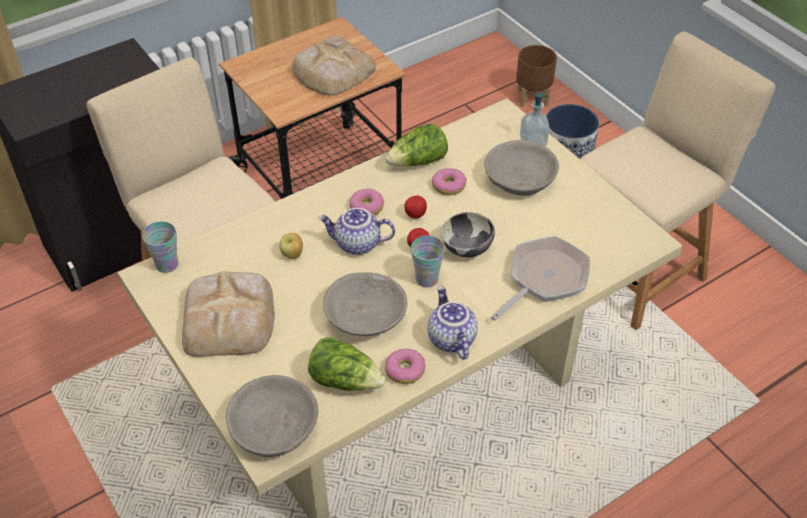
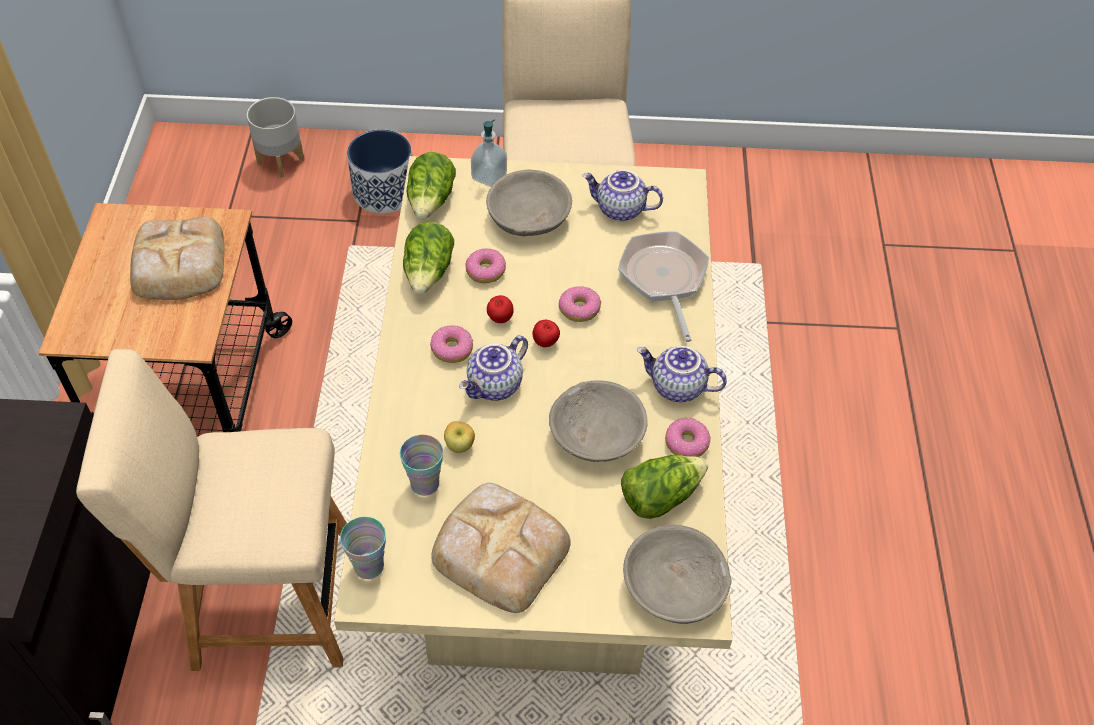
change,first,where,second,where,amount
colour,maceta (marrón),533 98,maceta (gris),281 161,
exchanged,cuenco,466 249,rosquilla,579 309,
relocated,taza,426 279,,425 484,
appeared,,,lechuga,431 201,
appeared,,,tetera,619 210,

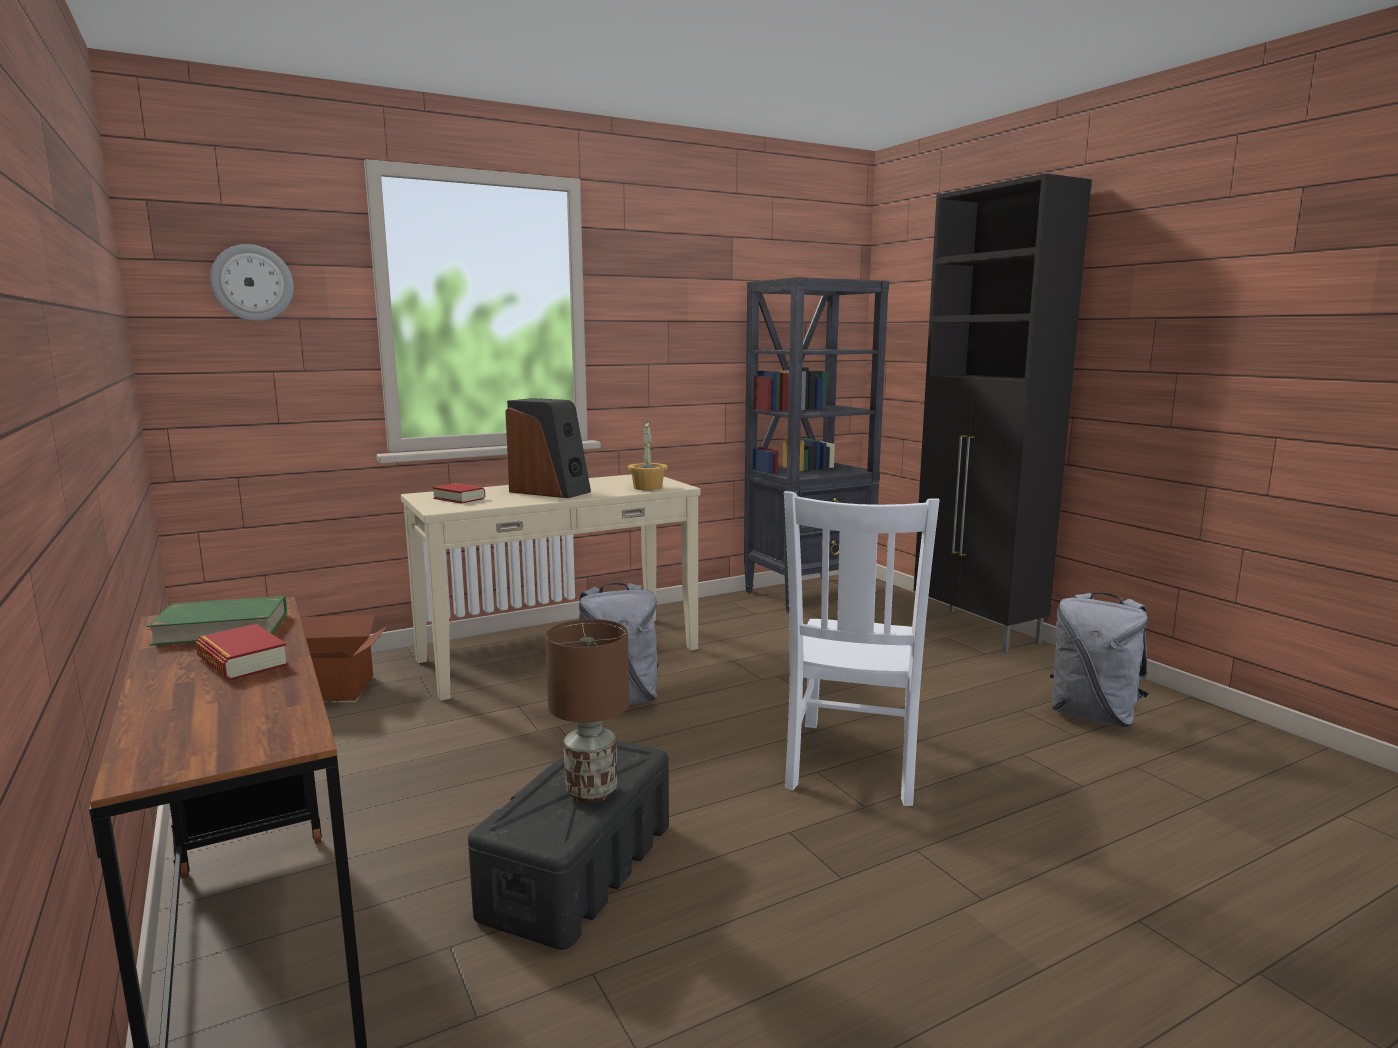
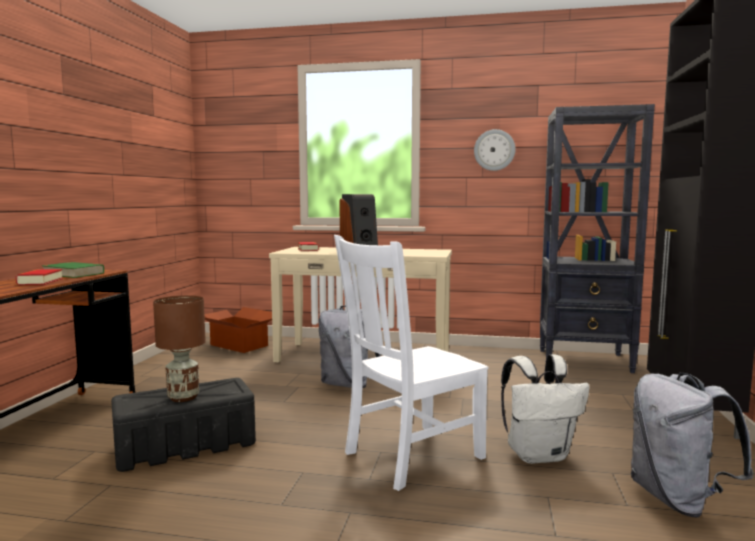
change,first,where,second,where,amount
relocated,reloj de pared,252 283,,494 150,
missing,planta en maceta,648 487,,,
appeared,,,mochila (blanco),539 455,

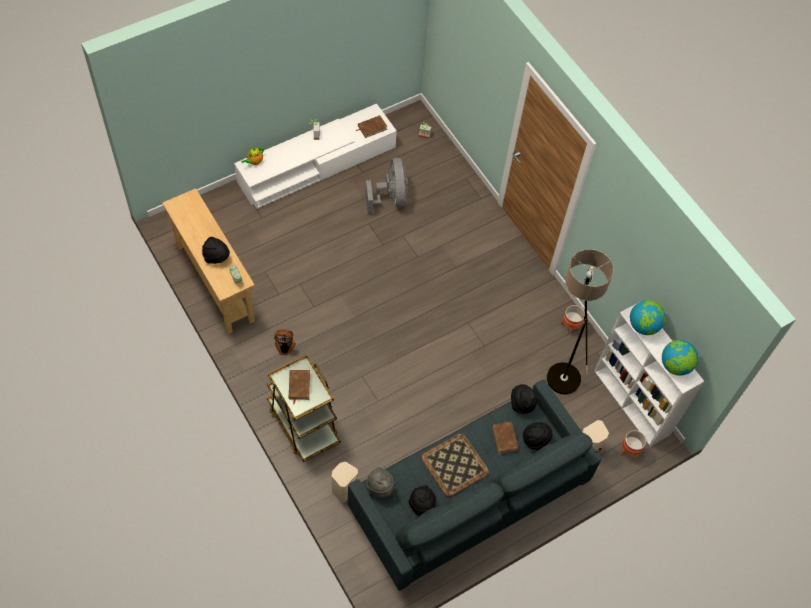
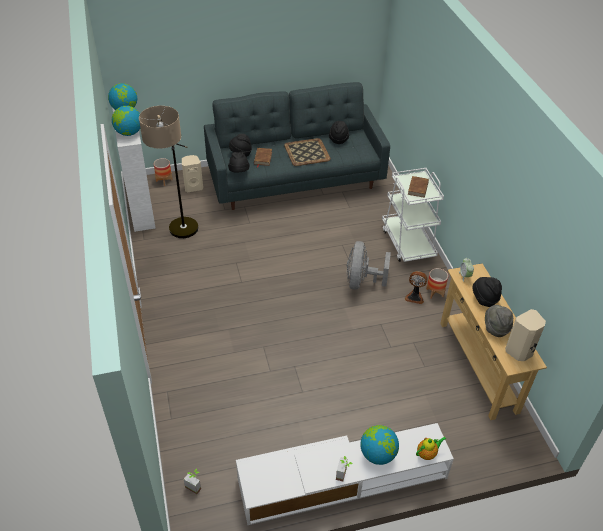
change,first,where,second,where,amount
missing,libro (marrón),372 127,,,
relocated,ventilador (gris),390 198,,361 281,
relocated,maceta,570 326,,434 292,
colour,carrito (marrón),303 424,carrito (blanco),408 242,
relocated,altavoz (beis),343 489,,520 352,
relocated,sombrero (gris),380 487,,496 328,
appeared,,,globo terráqueo,378 454,

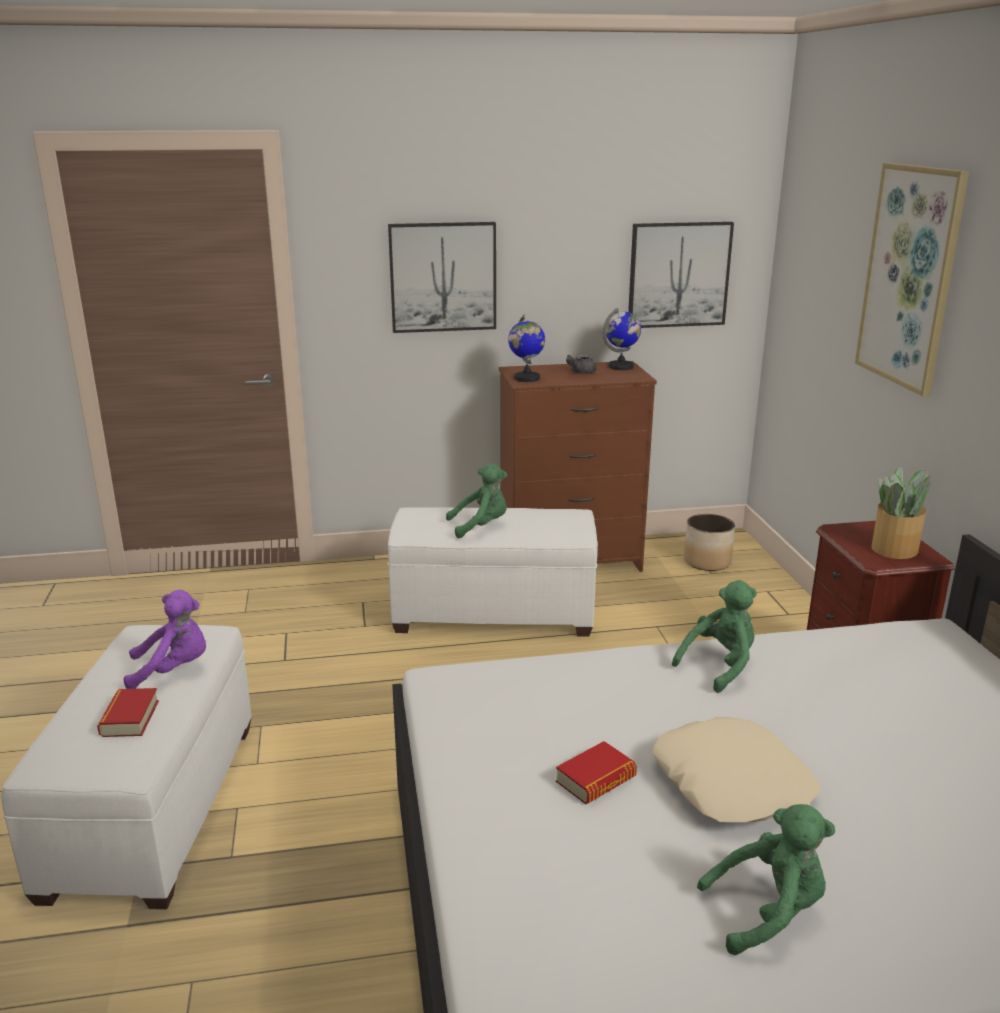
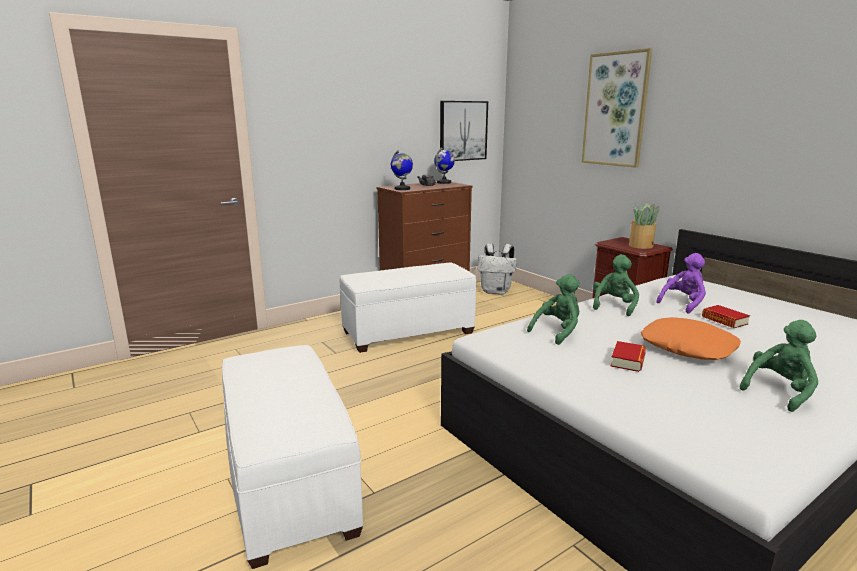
change,first,where,second,where,amount
missing,cuadro,443 277,,,
relocated,peluche (verde),481 526,,557 332,
exchanged,maceta,707 561,mochila (blanco),496 291,
relocated,peluche (morado),173 670,,683 304,
relocated,libro,129 718,,724 320,
colour,cojín (beis),732 782,cojín (naranja),688 347,

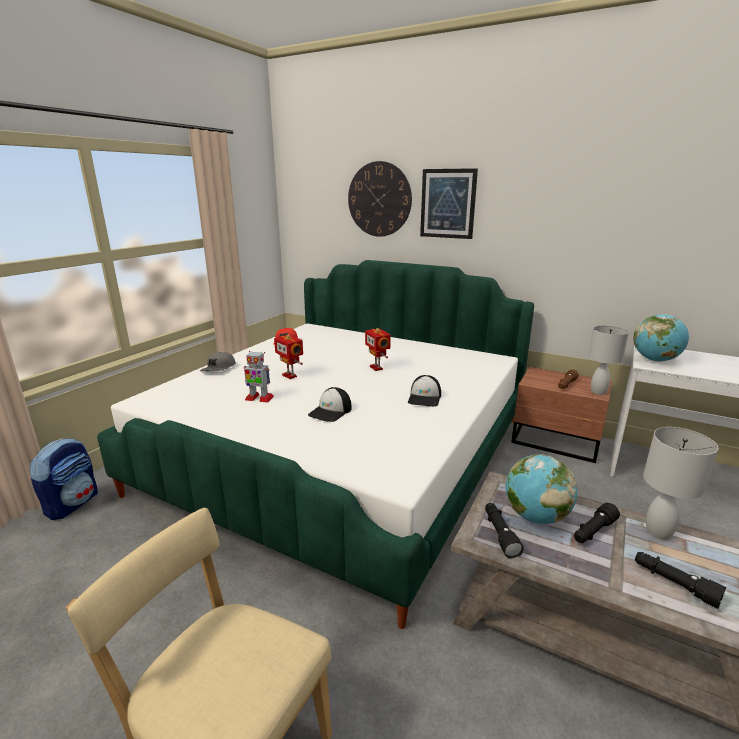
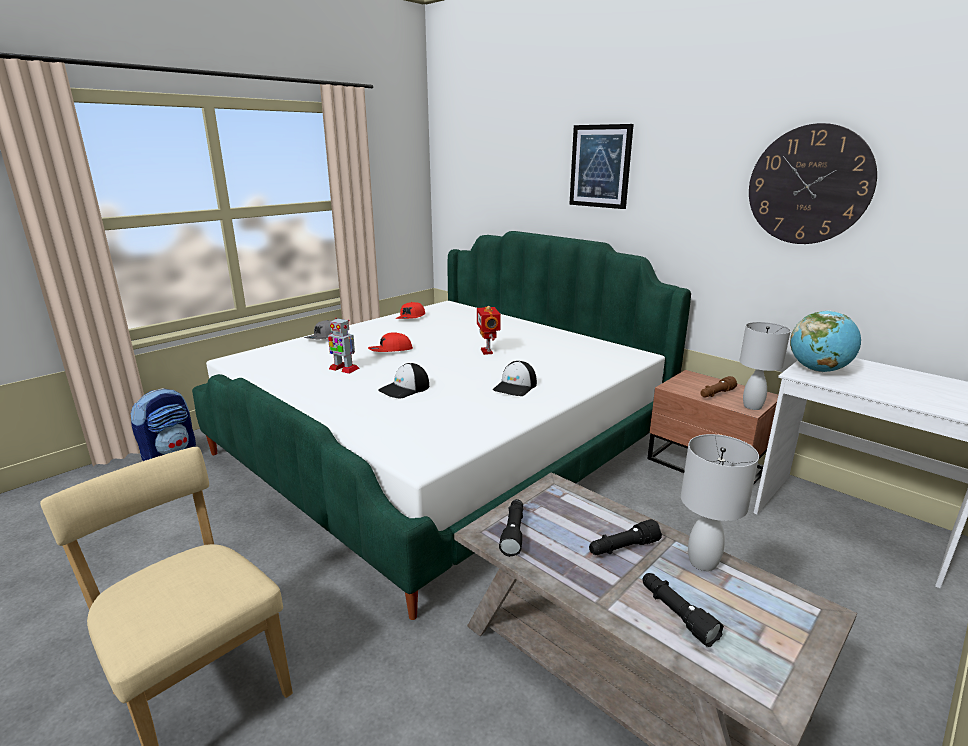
change,first,where,second,where,amount
relocated,reloj de pared,379 199,,809 185,
exchanged,robot de juguete,290 375,gorra (rojo),390 350,
missing,globo terráqueo,535 516,,,

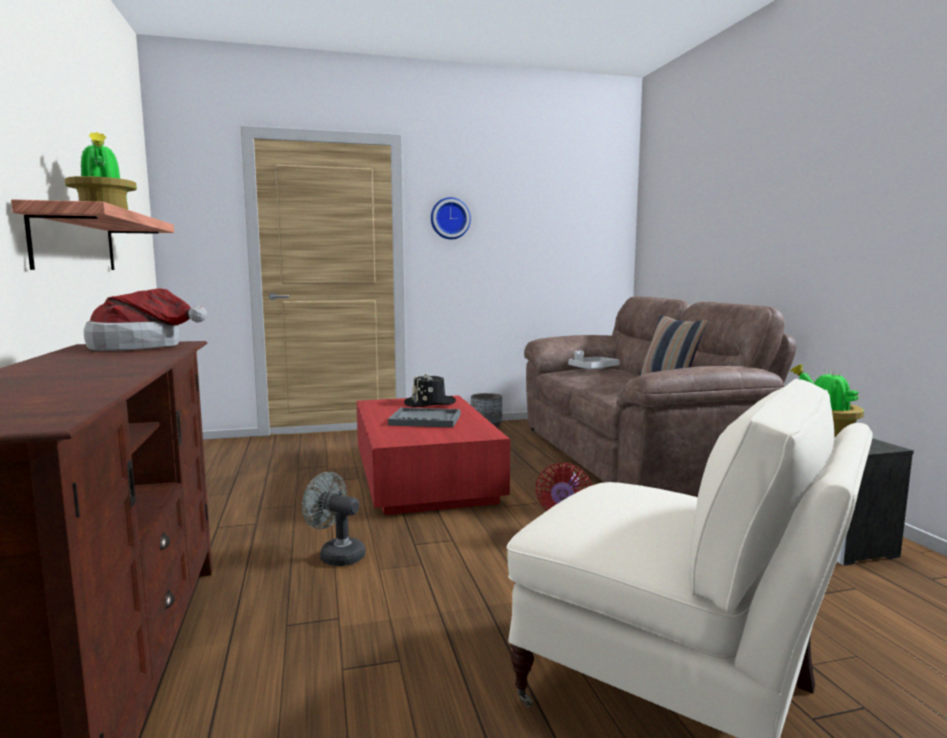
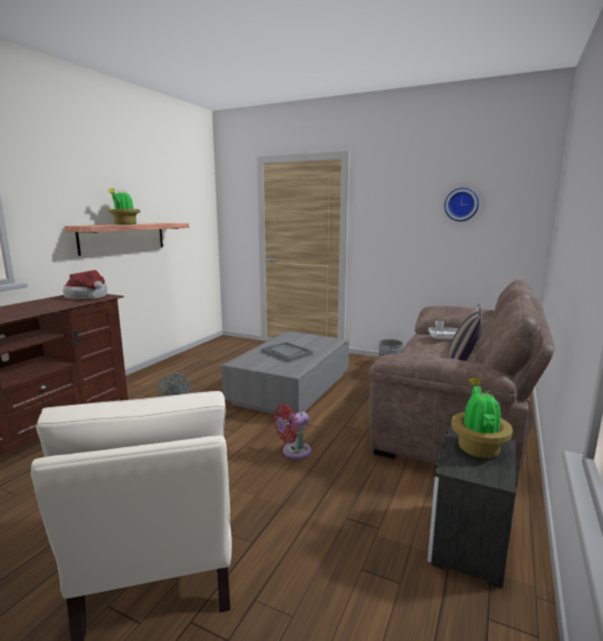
change,first,where,second,where,amount
relocated,reloj de pared,449 218,,461 204,
missing,sombrero (negro),430 403,,,
colour,mesa de centro (rojo),424 477,mesa de centro (gris),291 388,

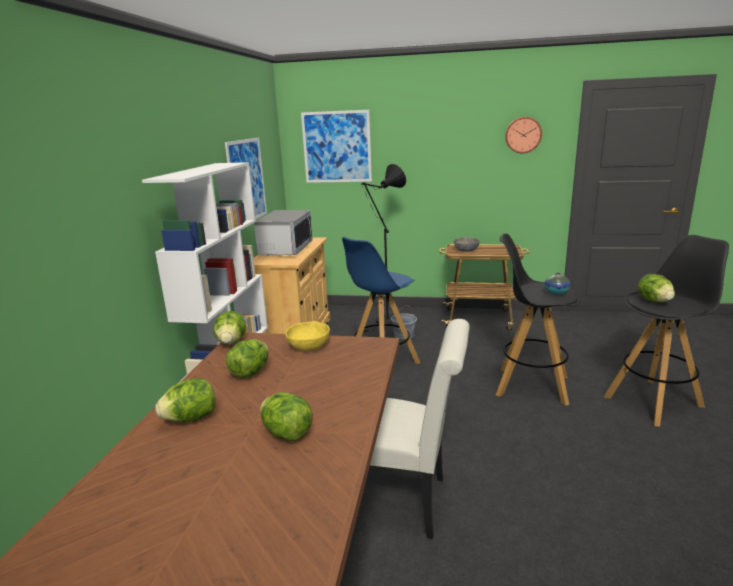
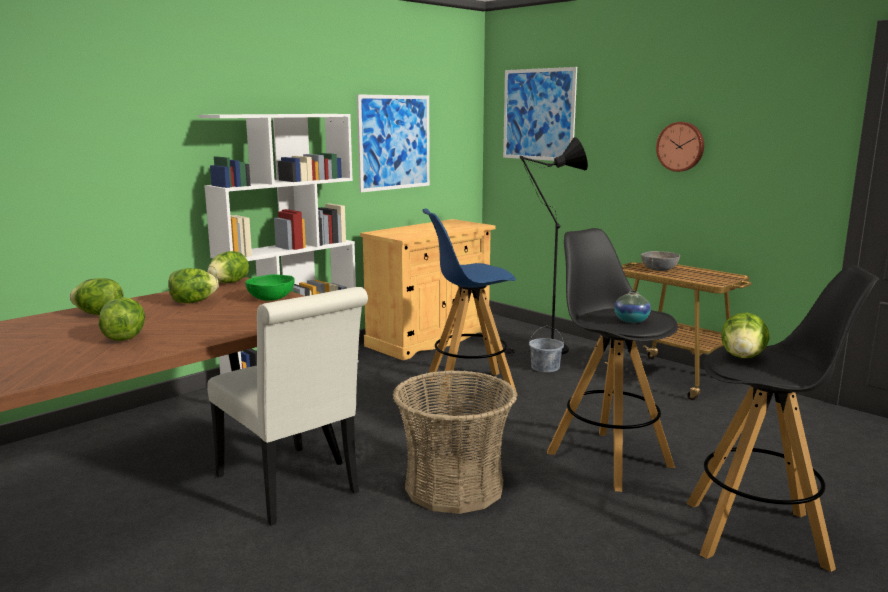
change,first,where,second,where,amount
relocated,reloj de pared,523 135,,681 146,
missing,microondas,286 249,,,
colour,cuenco (amarillo),309 346,cuenco (verde),271 298,
appeared,,,cesta,454 487,

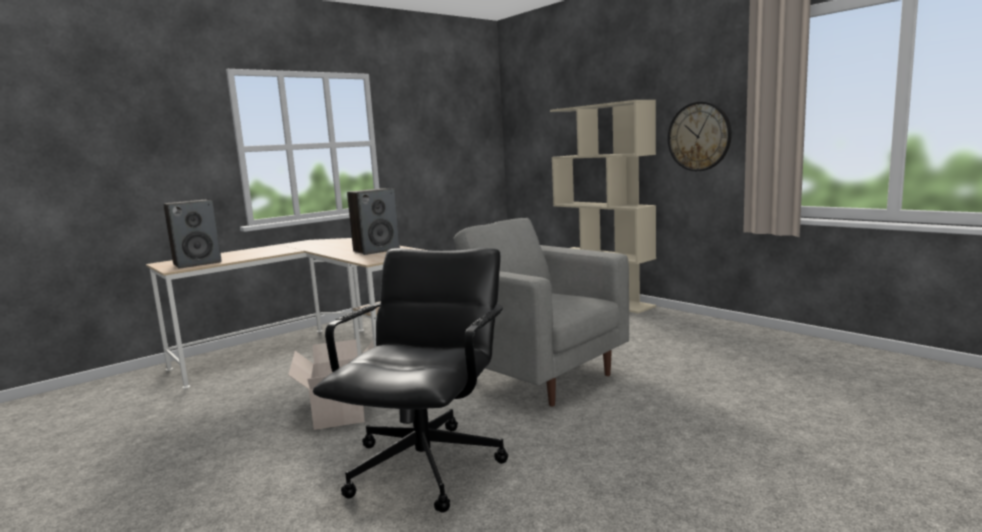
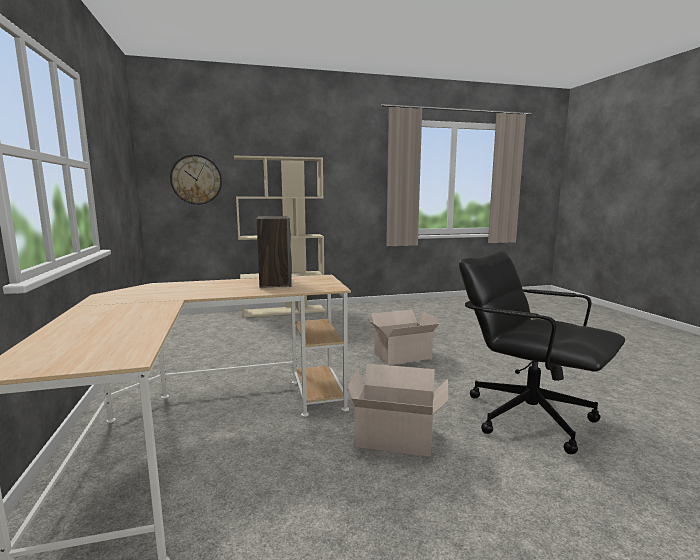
change,first,where,second,where,amount
relocated,reloj de pared,699 136,,196 180,
missing,altavoz,197 263,,,
exchanged,sillón (gris),538 376,caja de cartón,401 356,

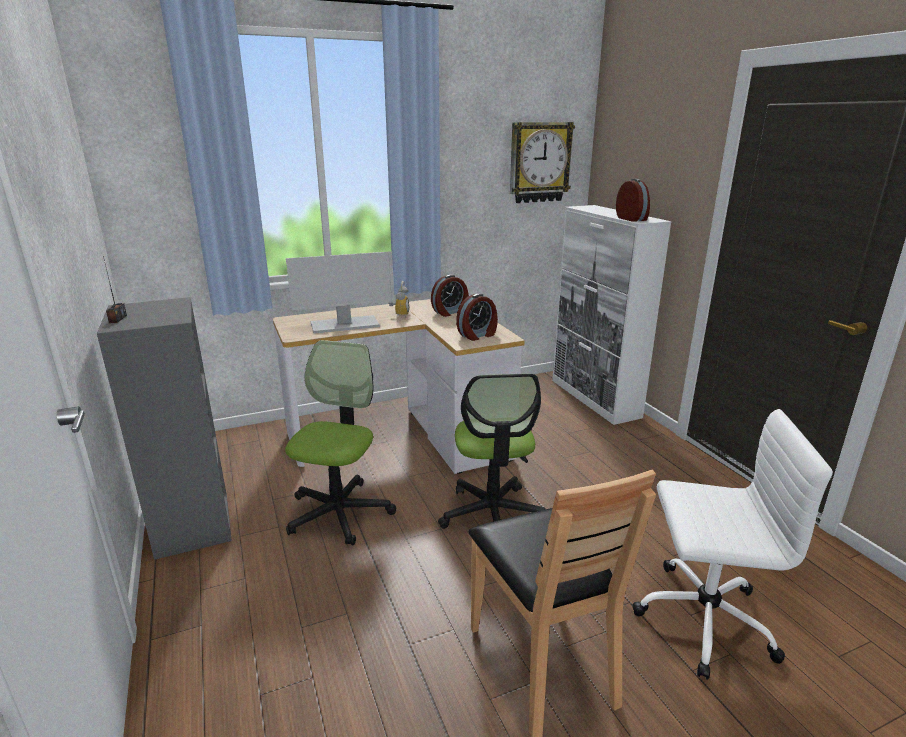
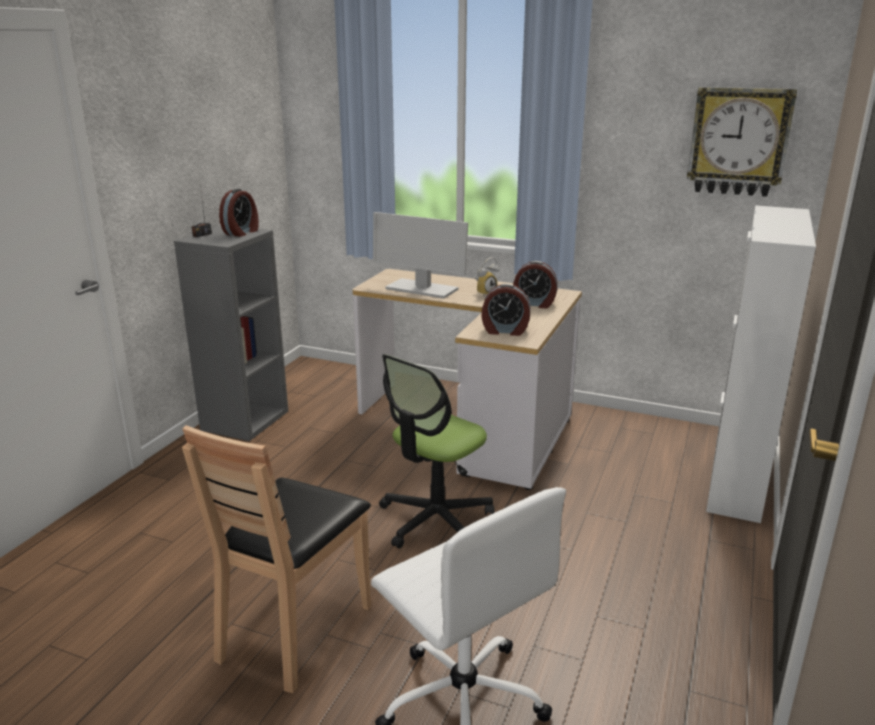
change,first,where,second,where,amount
relocated,despertador,632 219,,242 232,
missing,silla de oficina,339 513,,,

